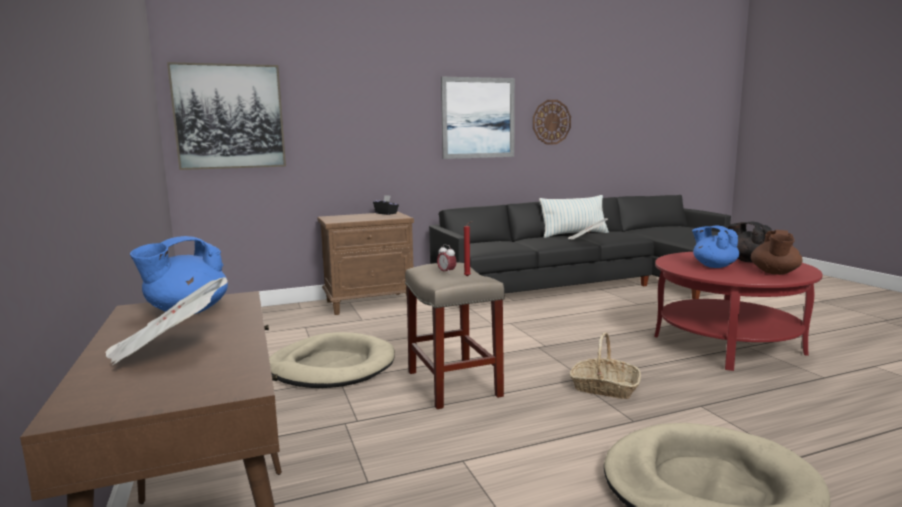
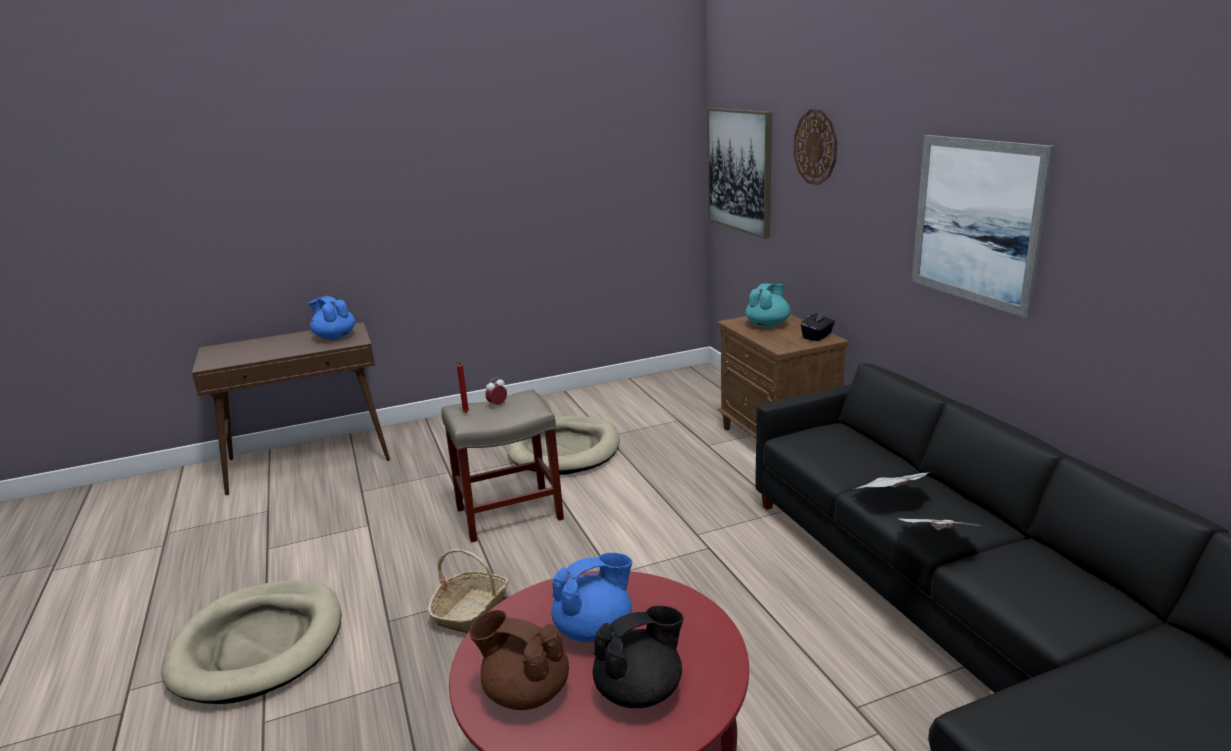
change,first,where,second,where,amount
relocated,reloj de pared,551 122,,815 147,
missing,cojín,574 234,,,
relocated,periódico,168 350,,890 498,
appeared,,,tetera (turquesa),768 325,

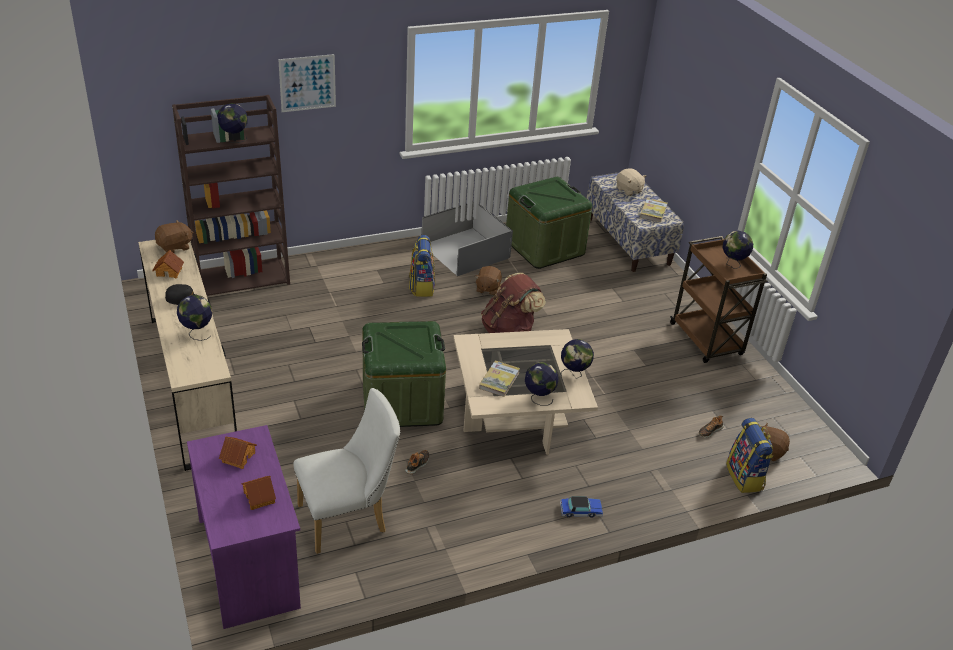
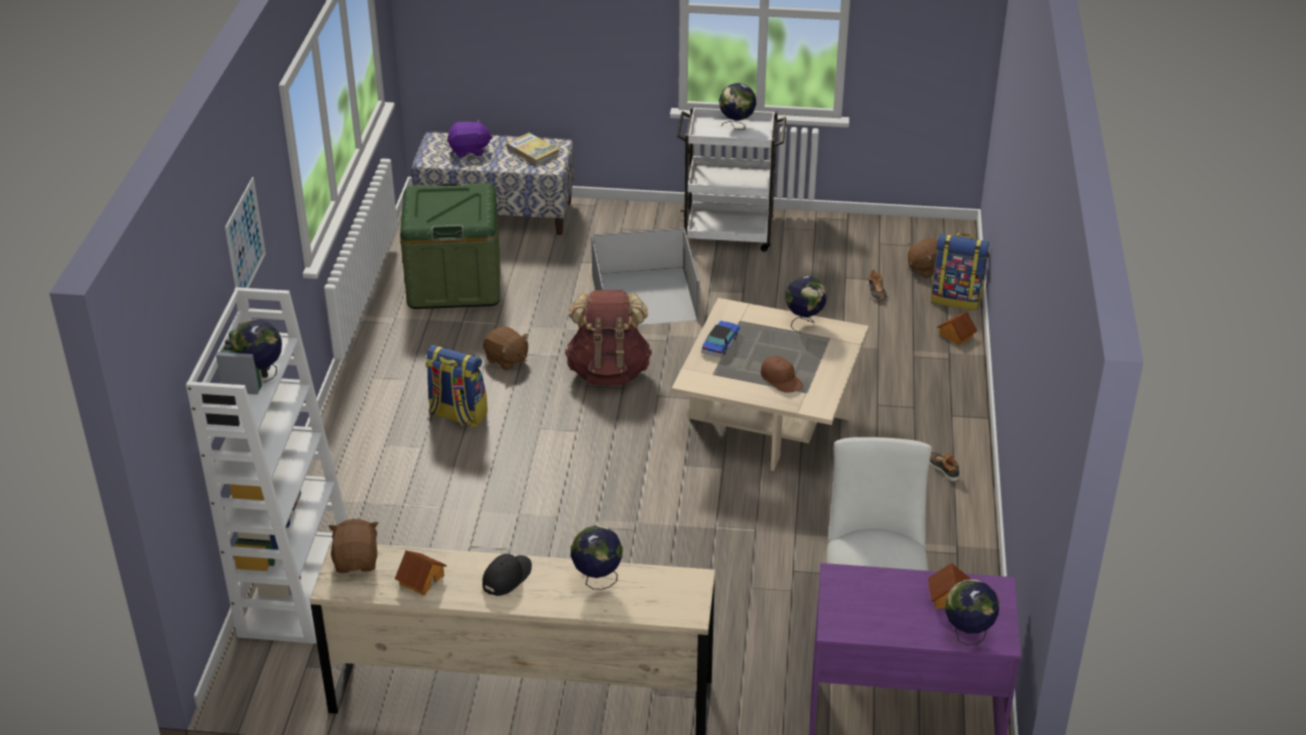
change,first,where,second,where,amount
colour,estantería (marrón),242 278,estantería (blanco),295 585,
colour,peluche (beis),629 190,peluche (morado),469 150,
relocated,caja de almacenaje (gris),464 250,,643 297,
colour,carrito (marrón),707 340,carrito (blanco),728 234,
missing,caja de almacenaje (verde),402 402,,,
exchanged,libro,499 380,gorra (marrón),781 379,
relocated,globo terráqueo,538 398,,967 635,
relocated,casita,238 457,,955 336,
relocated,zapato,417 464,,944 469,
relocated,coche de juguete,580 511,,720 343,

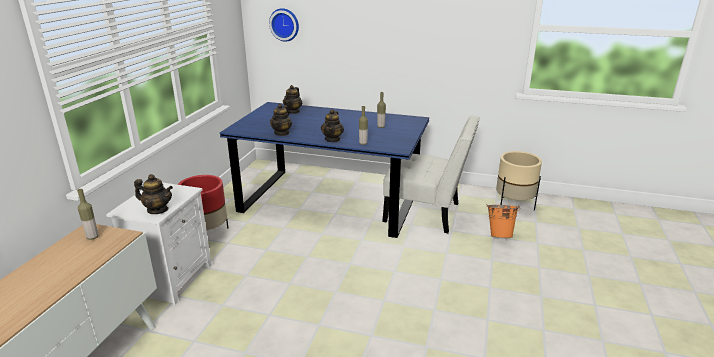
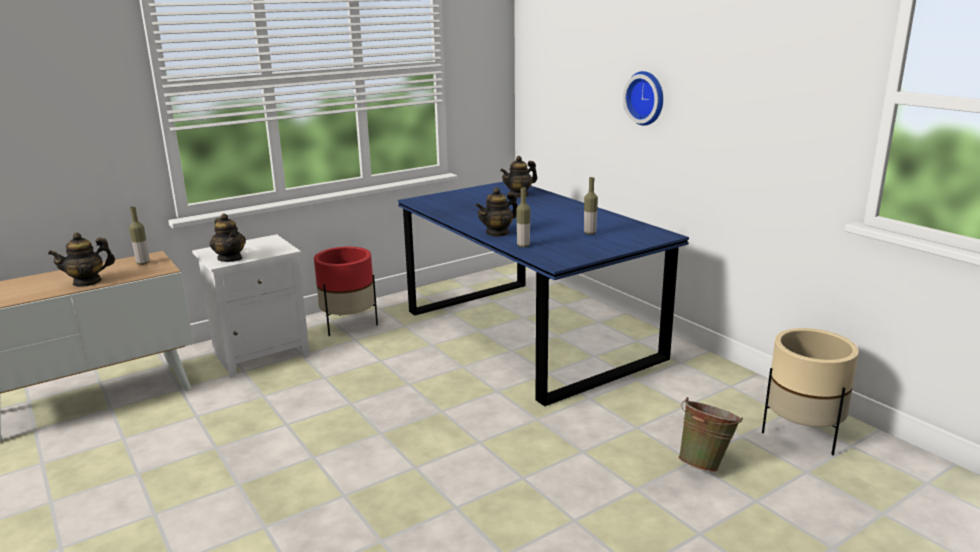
change,first,where,second,where,amount
relocated,reloj de pared,285 24,,646 98,
relocated,tetera,282 133,,87 282,
missing,silla (blanco),427 214,,,
colour,cubo (naranja),499 235,cubo (verde),705 463,

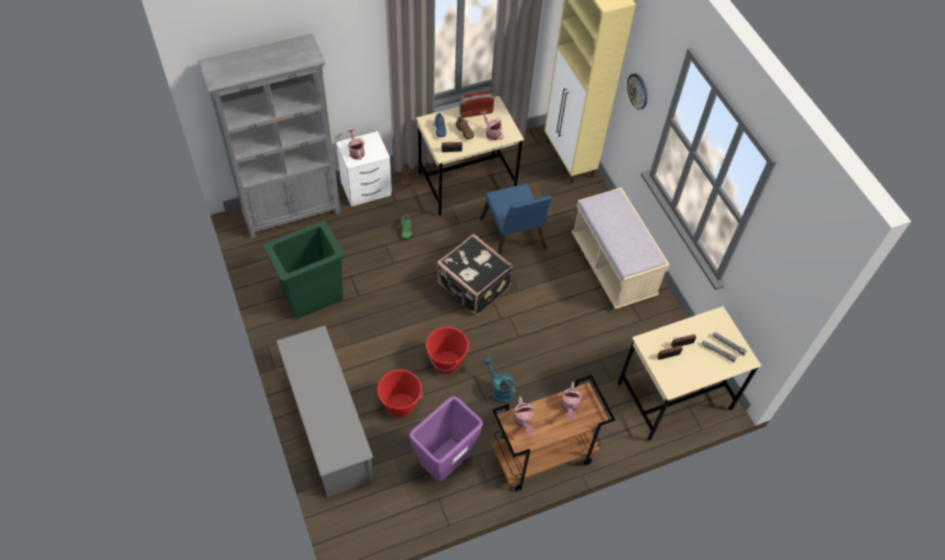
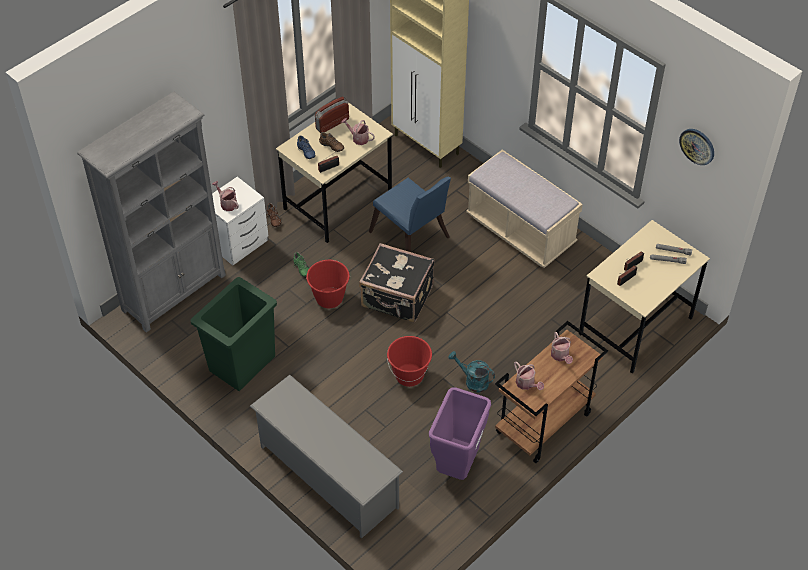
change,first,where,second,where,amount
relocated,reloj de pared,638 91,,697 146,
relocated,cubo (rojo),400 405,,329 298,

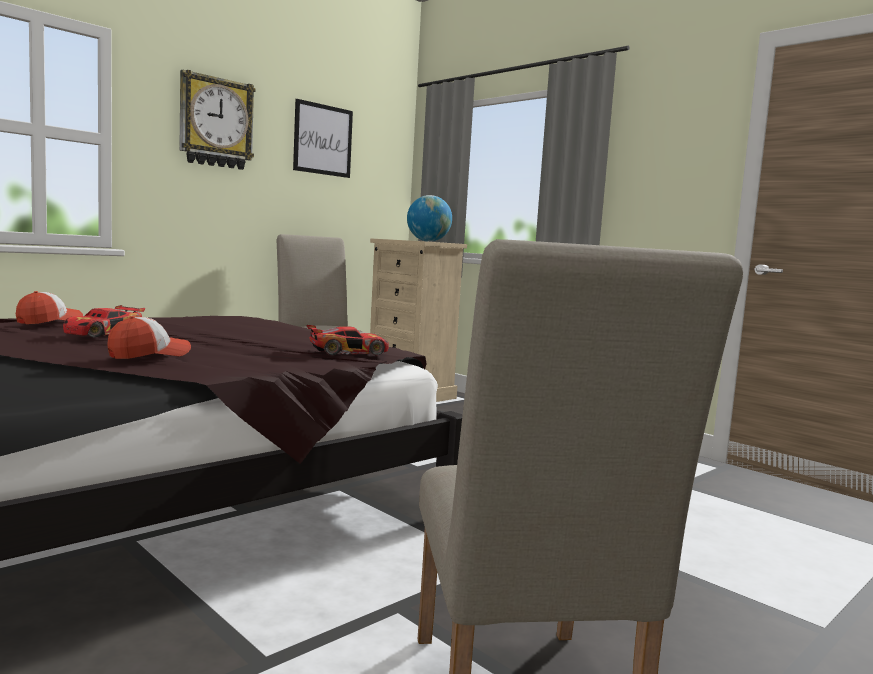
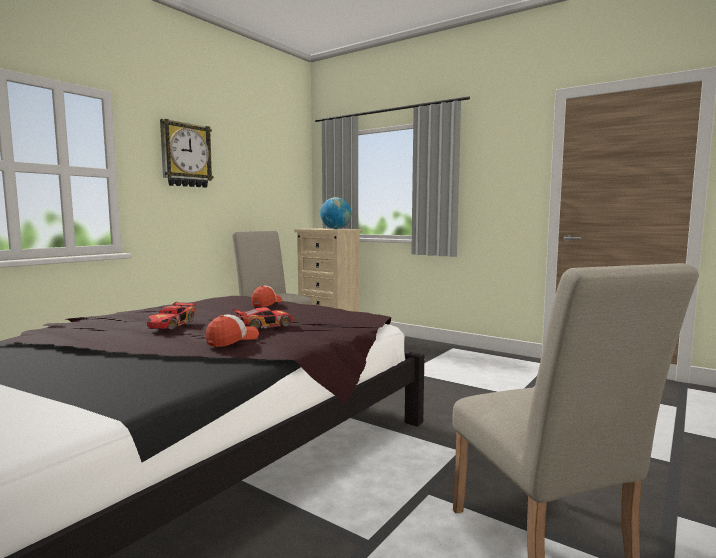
change,first,where,second,where,amount
missing,cuadro,323 139,,,
relocated,gorra,49 321,,266 303,
relocated,coche de juguete,348 352,,264 326,

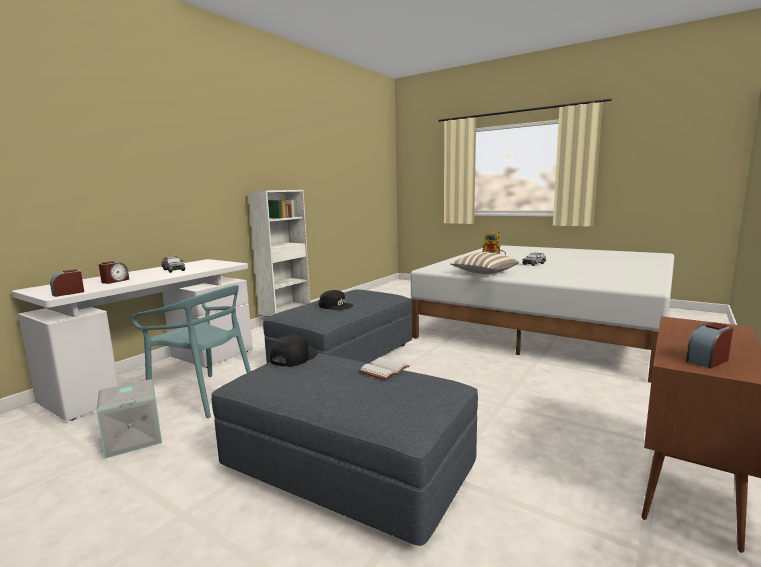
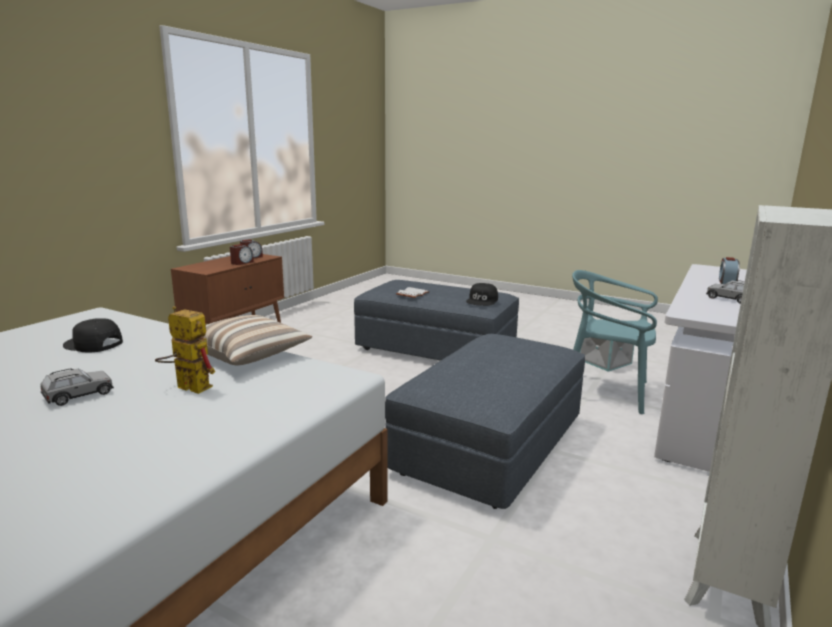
change,first,where,second,where,amount
relocated,despertador,68 293,,242 262,
relocated,gorra (negro),336 306,,92 344,

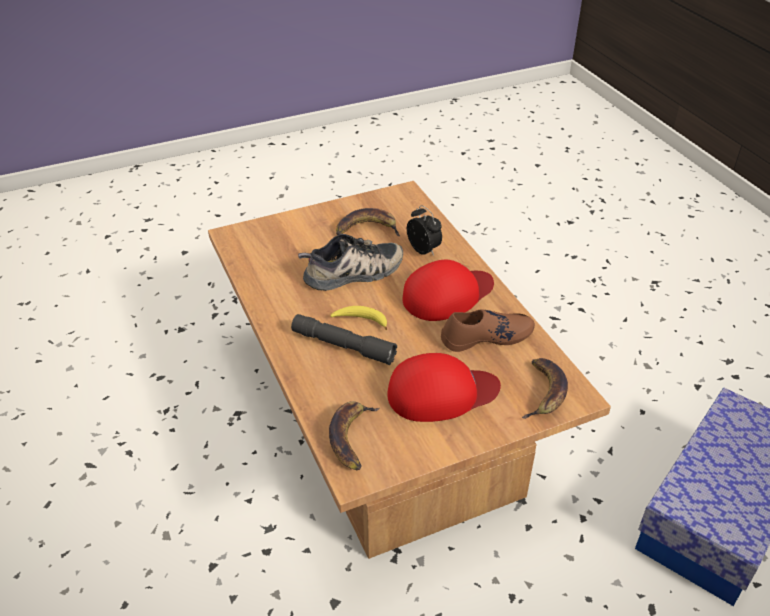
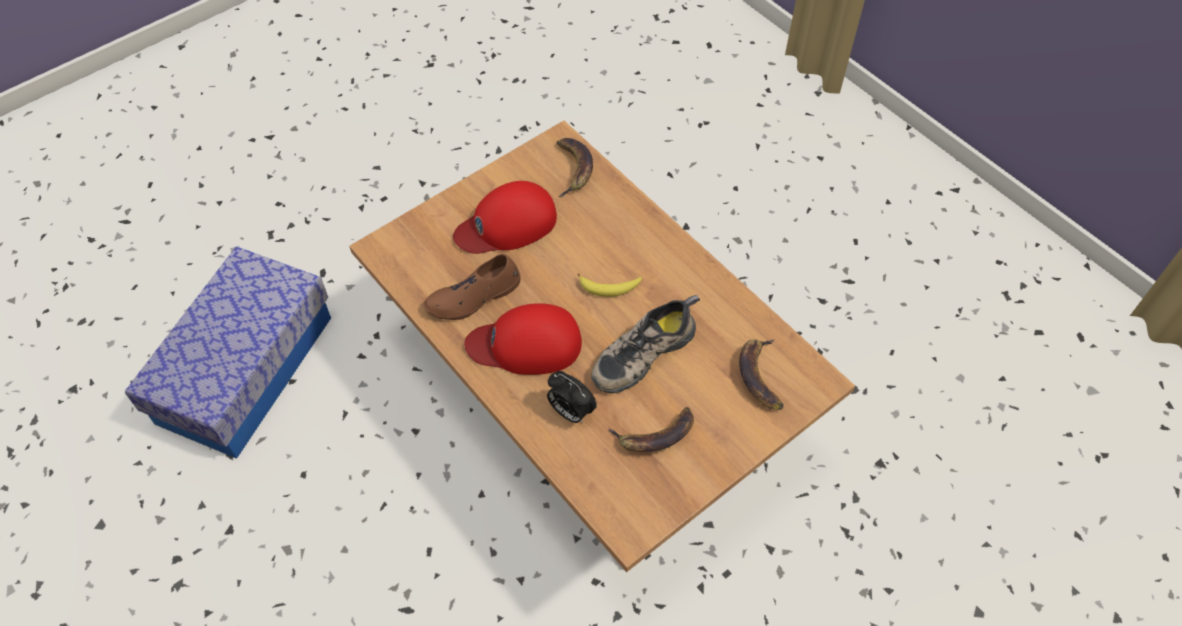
change,first,where,second,where,amount
spun,gorra (rojo),447 295,,526 344,45 degrees clockwise
missing,linterna (gris),343 346,,,
relocated,plátano,544 392,,759 376,

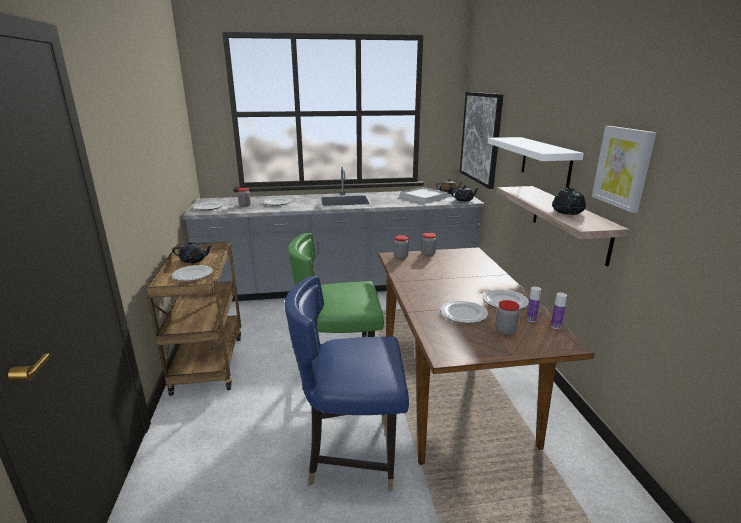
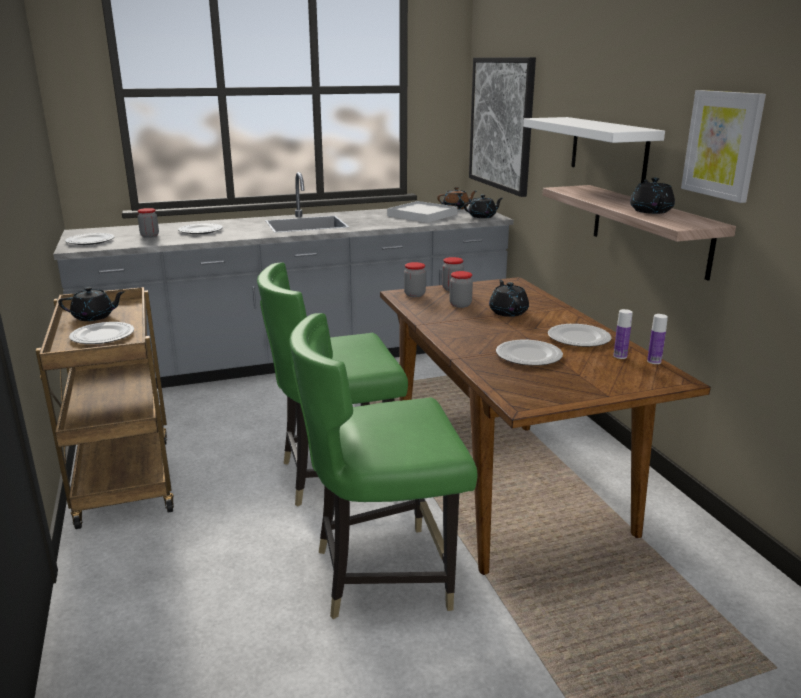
change,first,where,second,where,amount
colour,silla (azul),351 454,silla (verde),382 573,
relocated,tarro,505 330,,460 305,
appeared,,,tetera (negro),508 312,

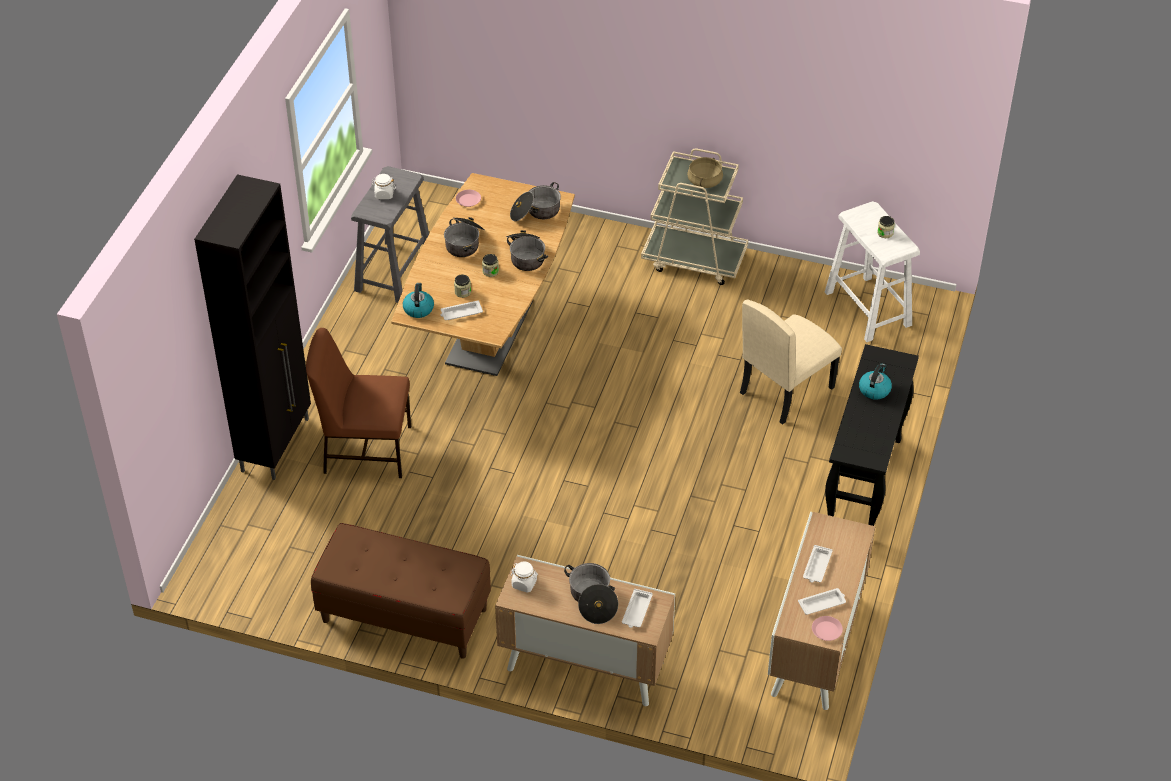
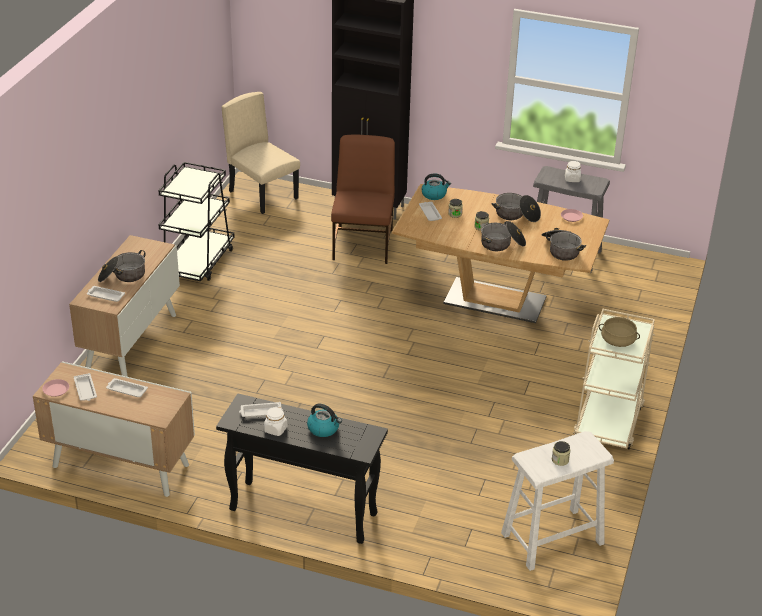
change,first,where,second,where,amount
relocated,silla (beis),786 390,,263 195,
exchanged,banco (marrón),404 615,carrito (negro),198 262,
relocated,tarro (blanco),524 583,,275 429,
appeared,,,bandeja (blanco),260 412,

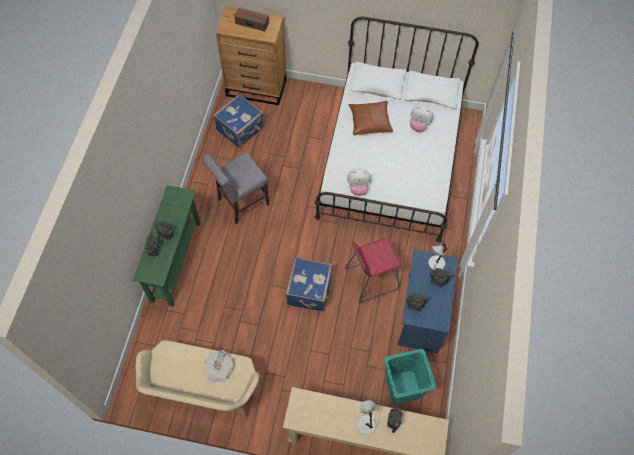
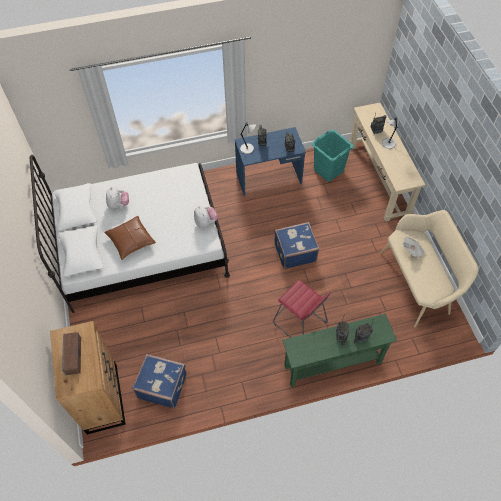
change,first,where,second,where,amount
missing,silla (gris),240 203,,,
relocated,taburete (rojo),371 279,,300 323,

